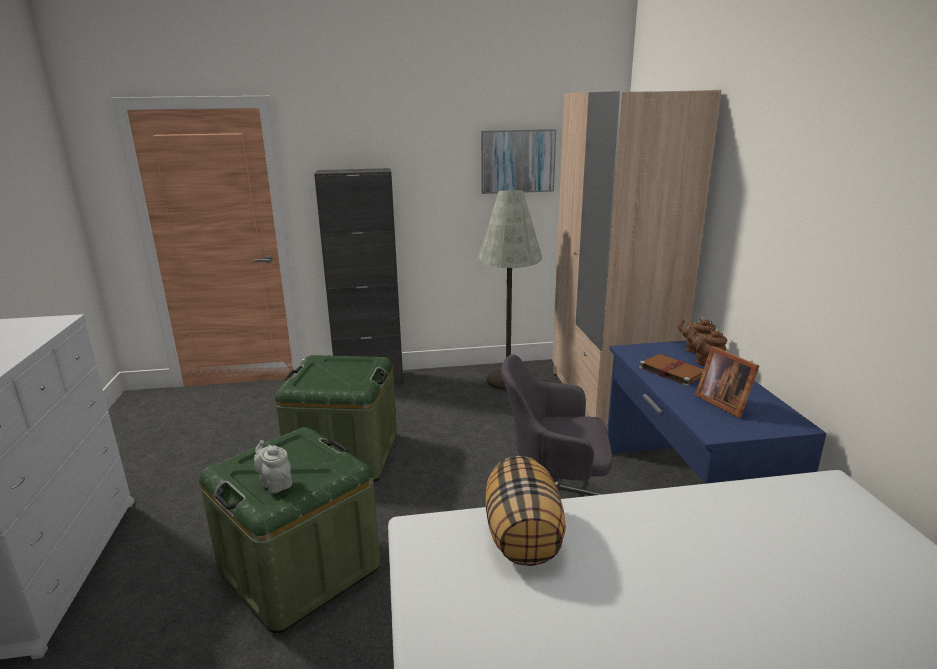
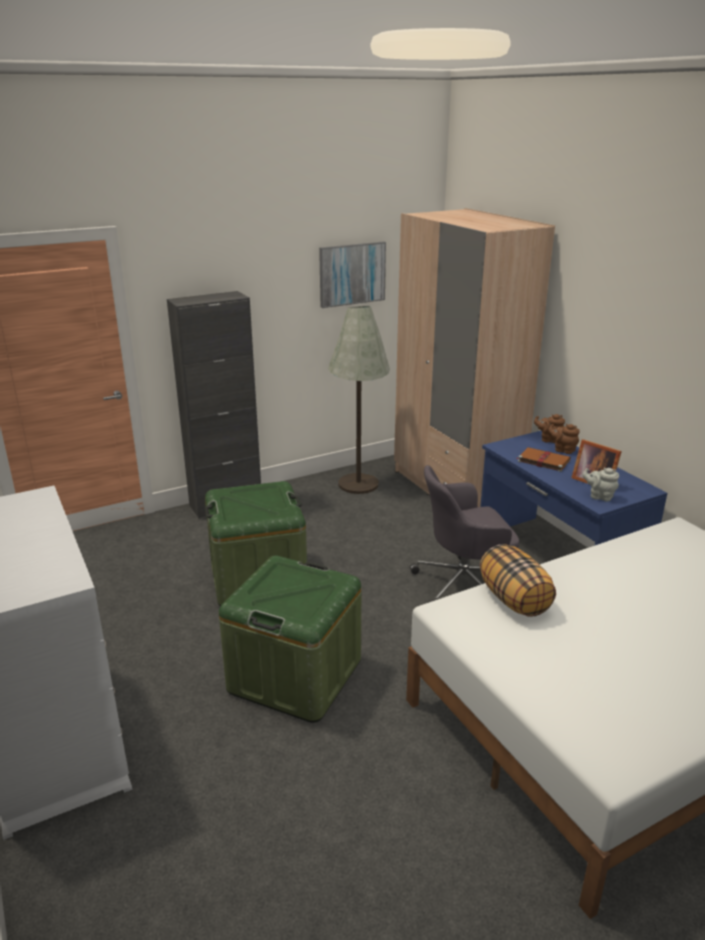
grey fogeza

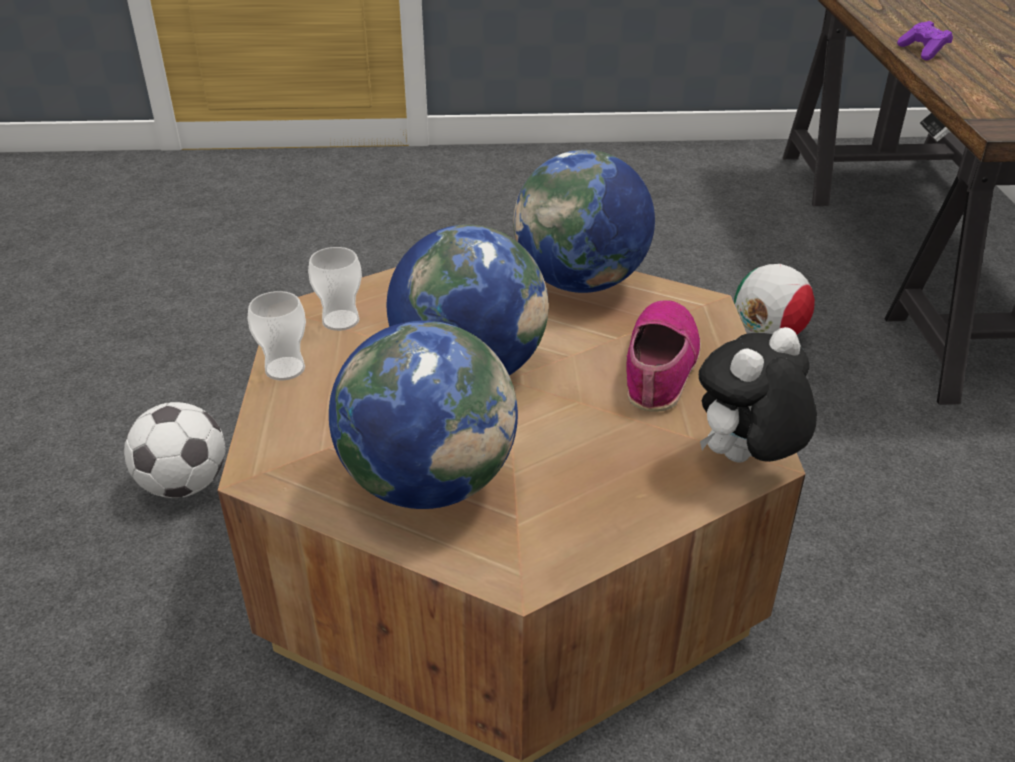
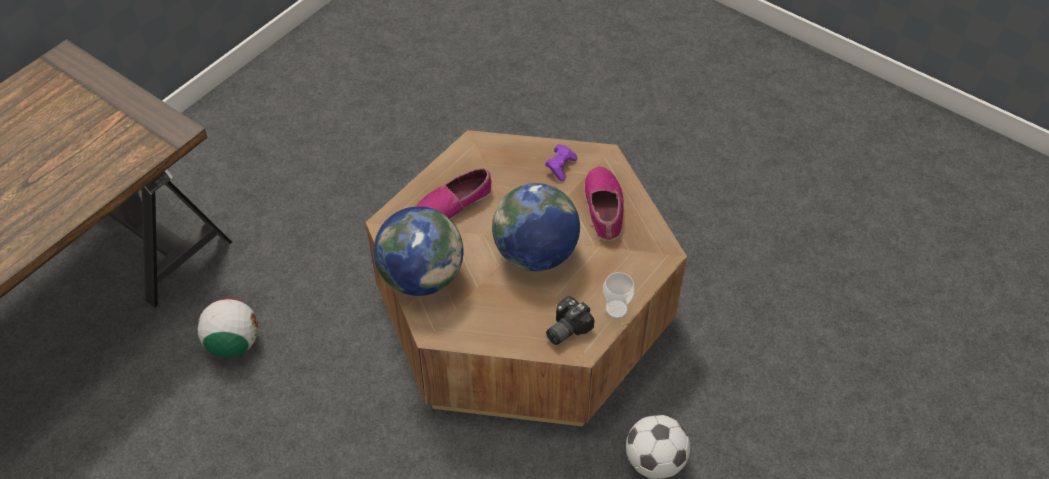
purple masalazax; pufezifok; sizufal (2nd from left); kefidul

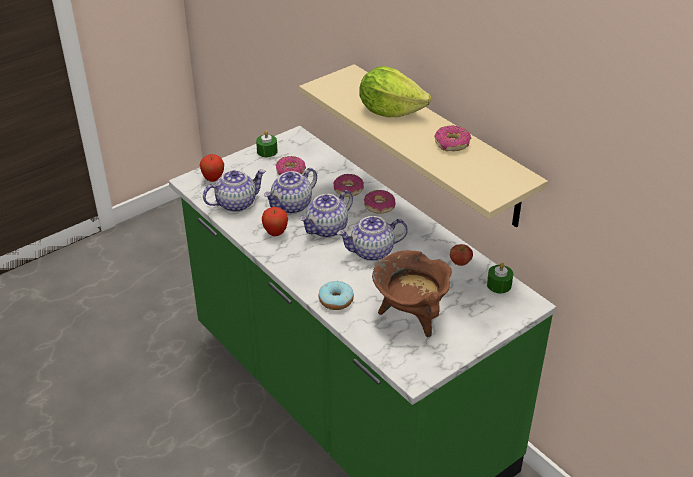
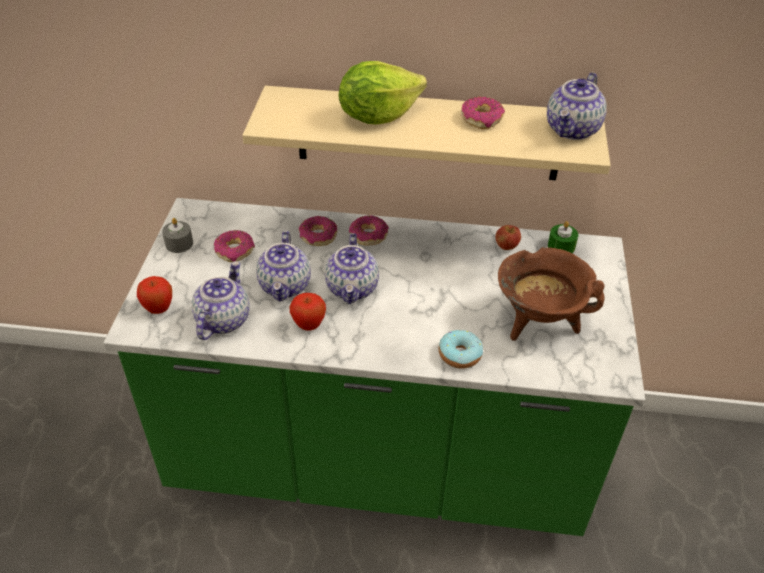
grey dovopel; fogeza (4th from left)

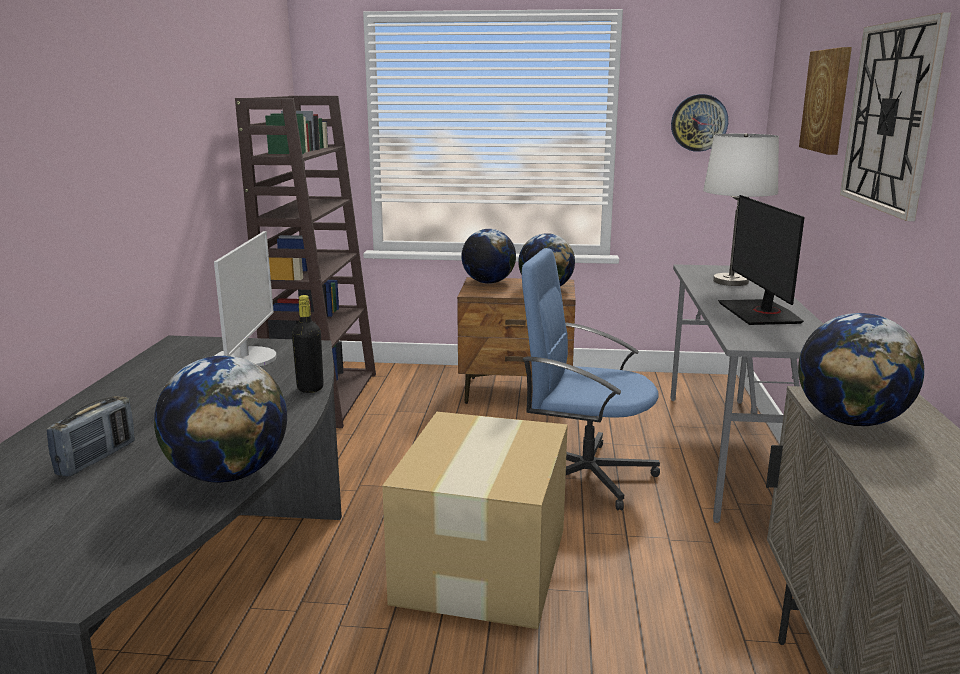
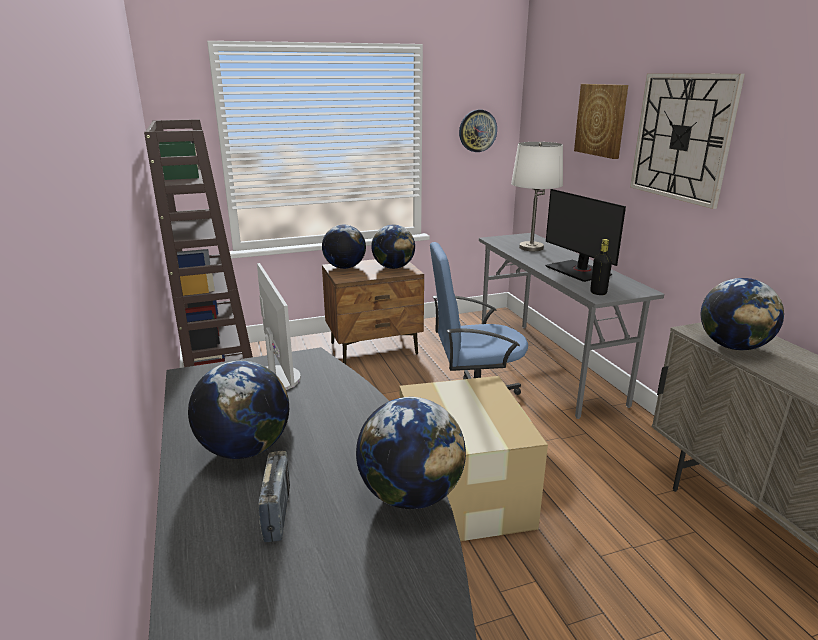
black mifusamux; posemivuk (1st from left)

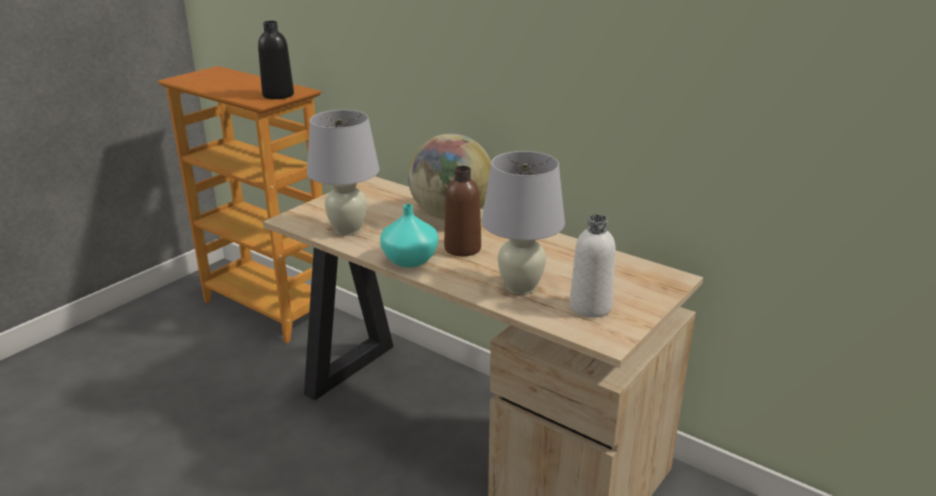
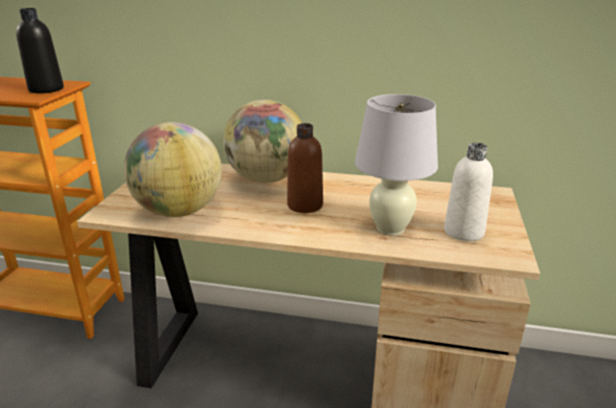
posemivuk (1st from left); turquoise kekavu

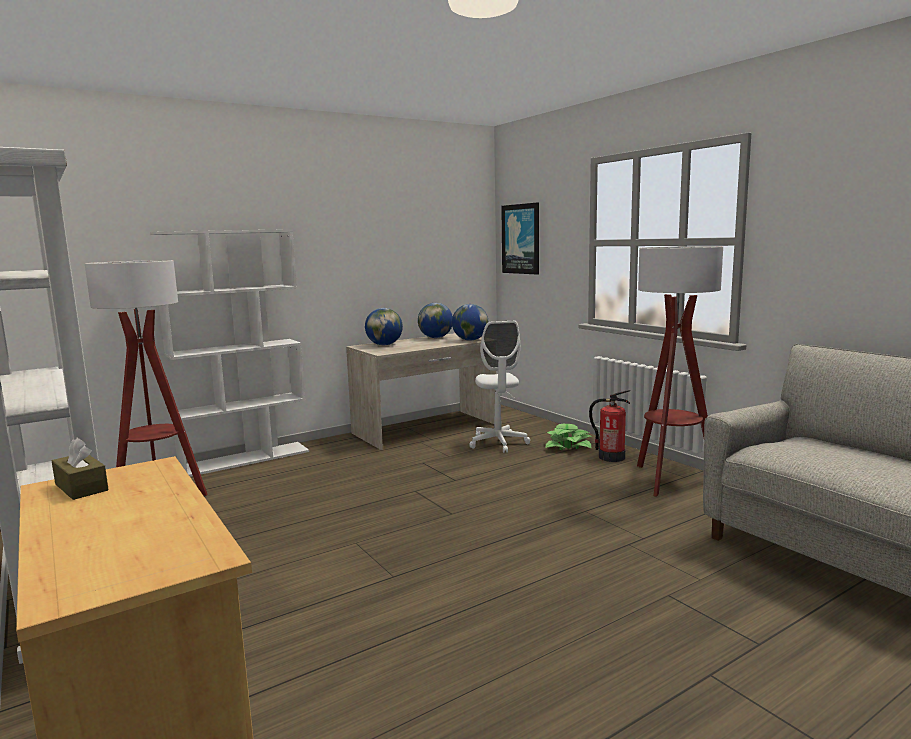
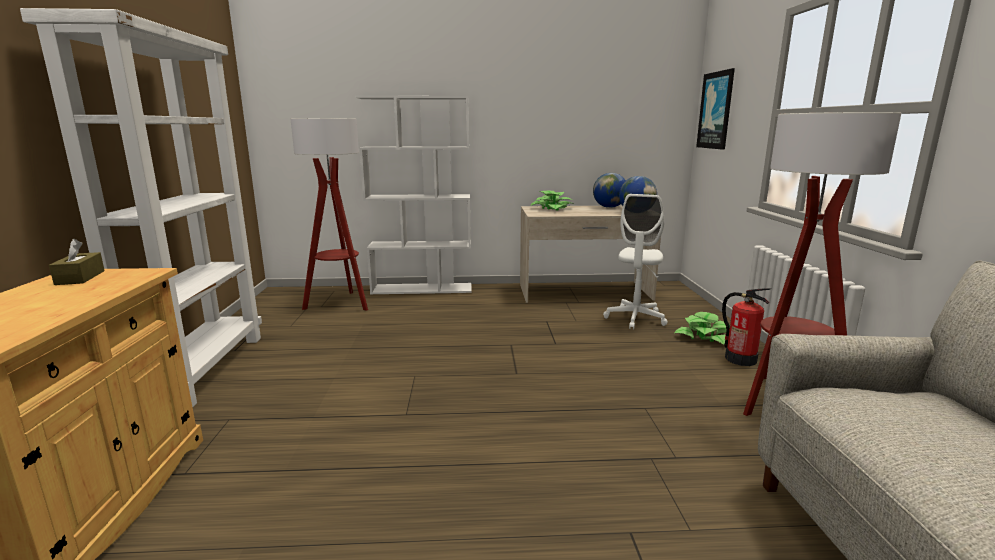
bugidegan (1st from left)

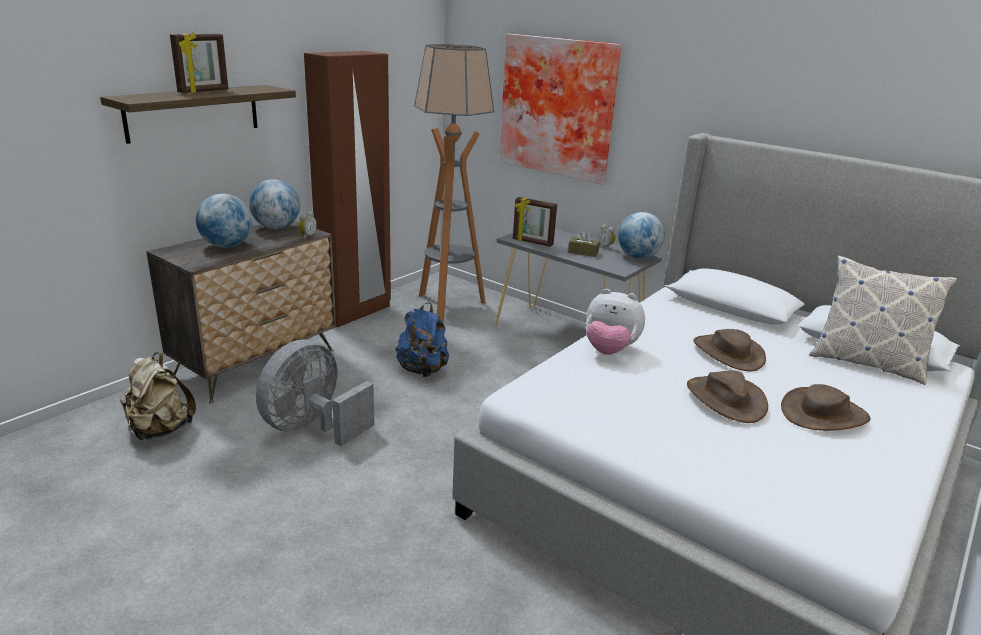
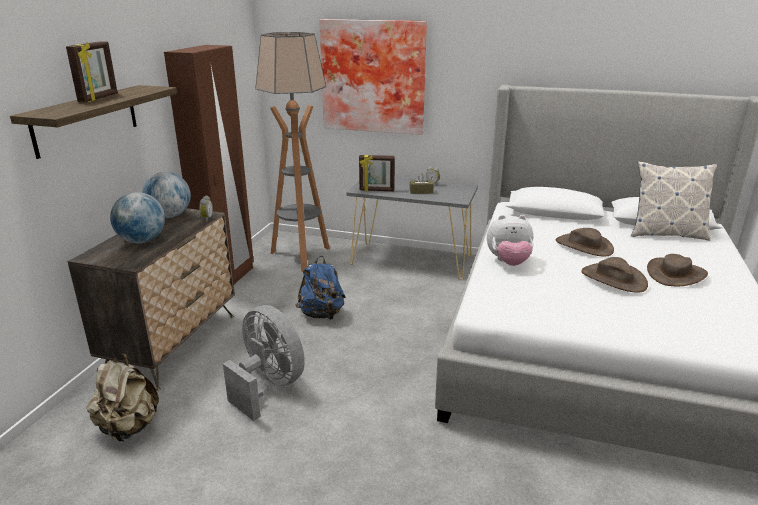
posemivuk (3rd from left in the first image); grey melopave

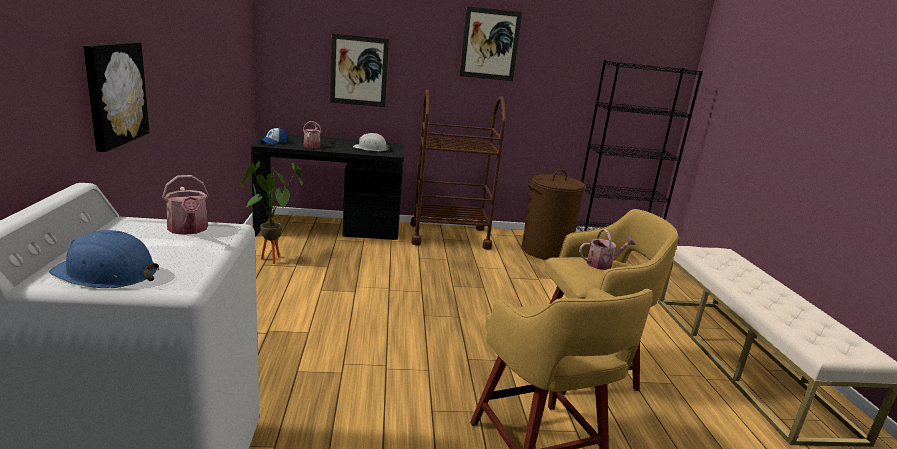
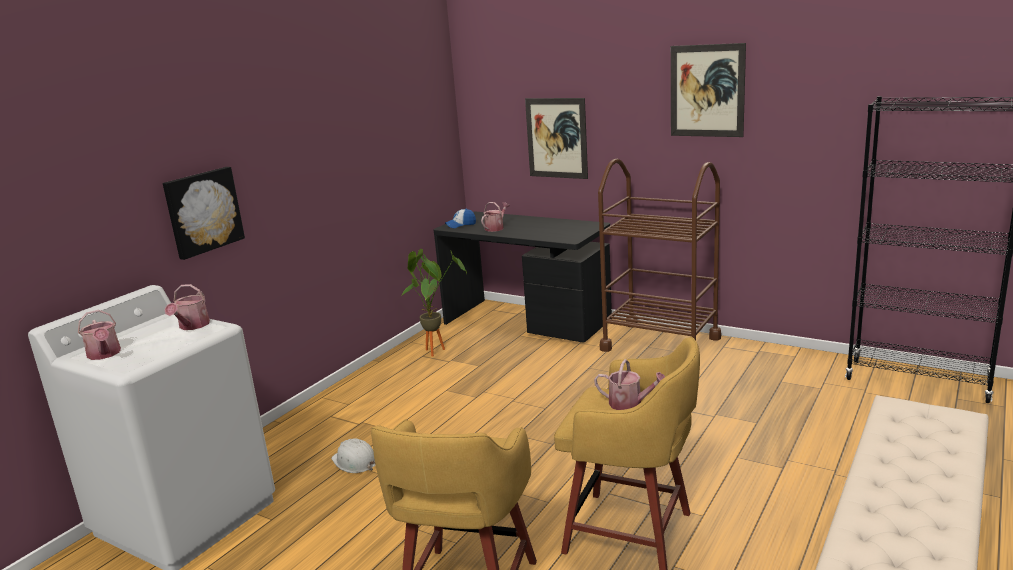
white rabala; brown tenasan; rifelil (1st from left)

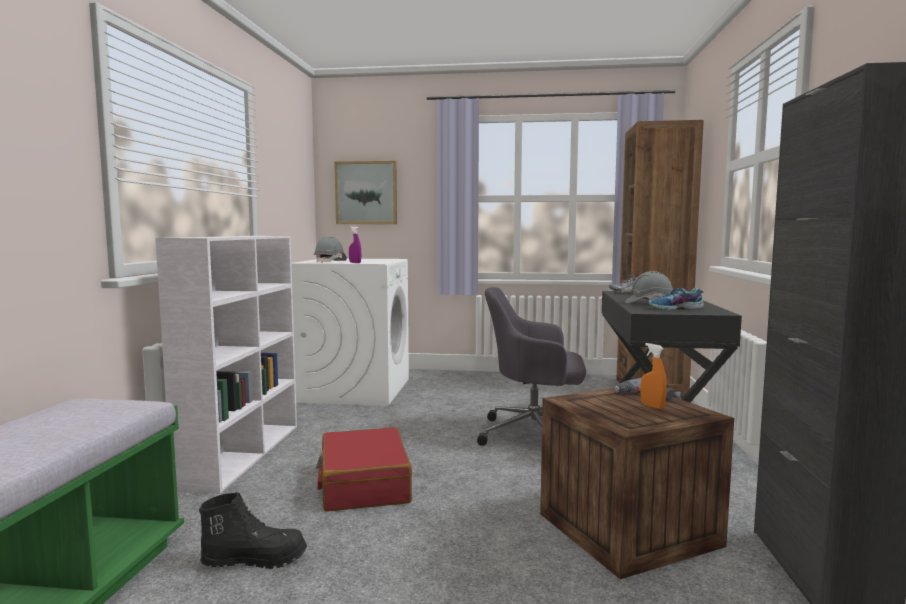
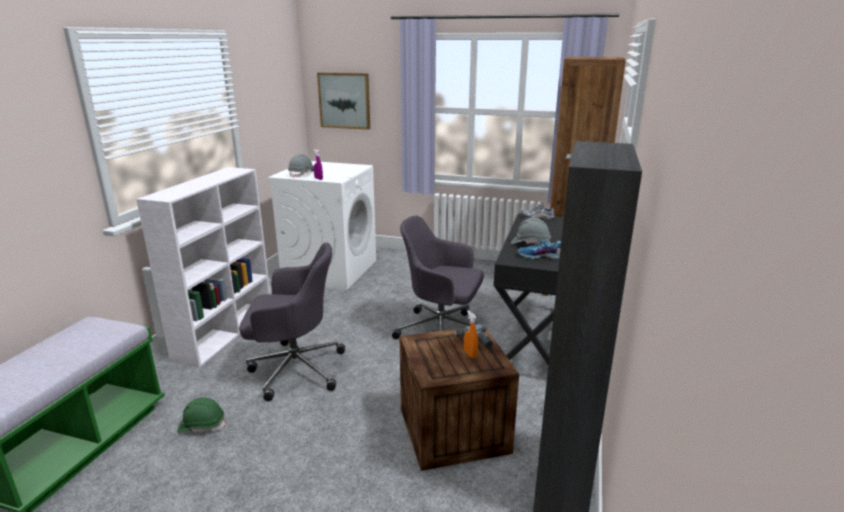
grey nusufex (1st from left); green rabala

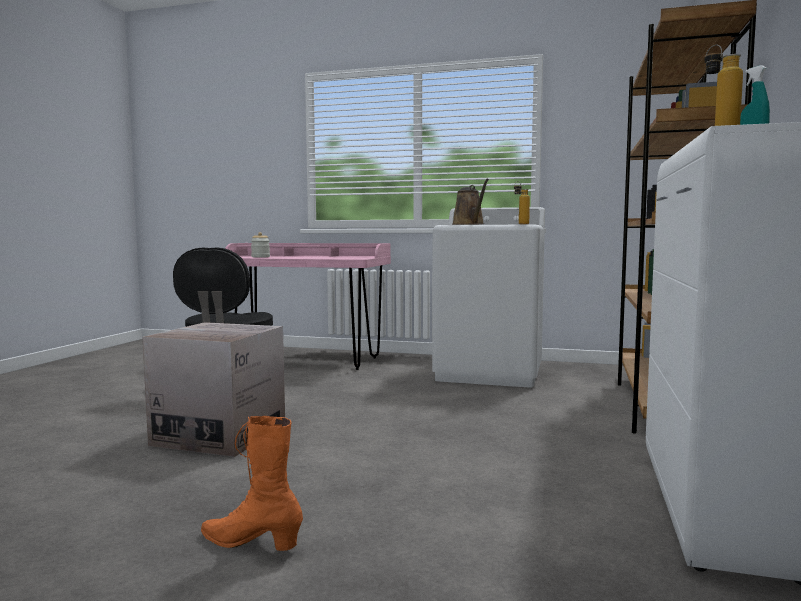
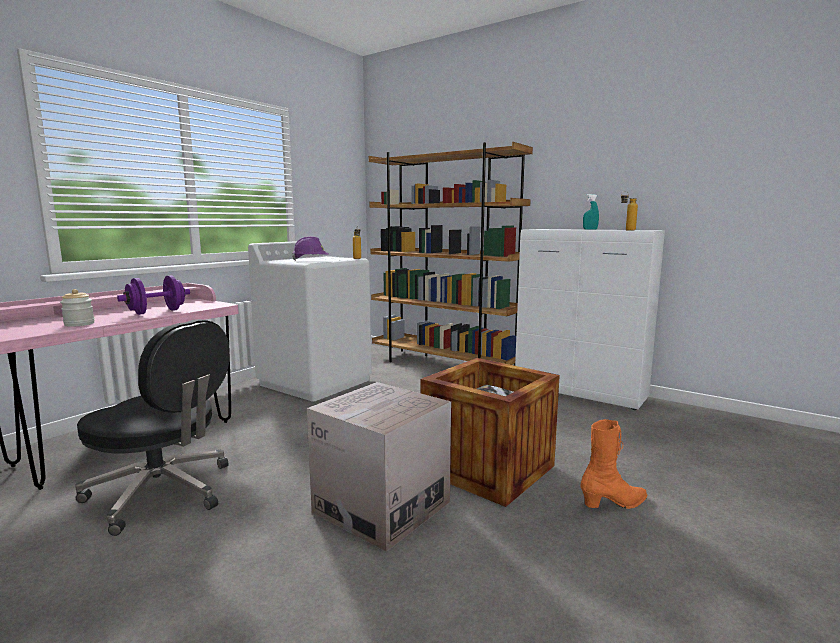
purple rabala; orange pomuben; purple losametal; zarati

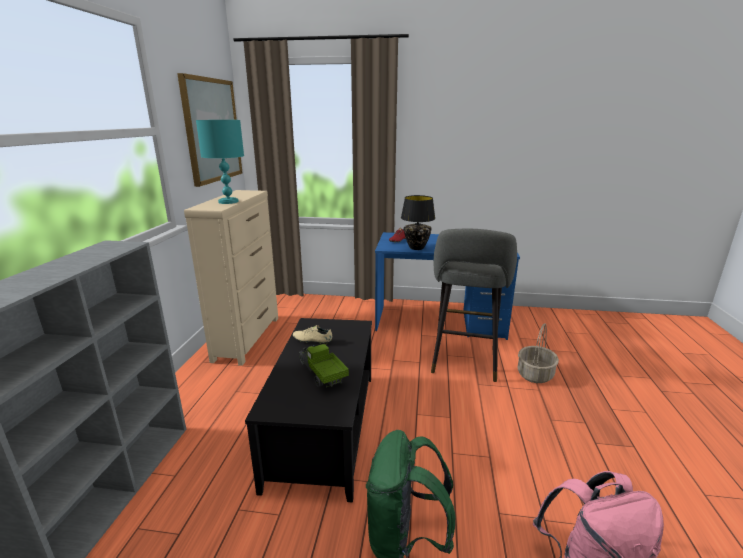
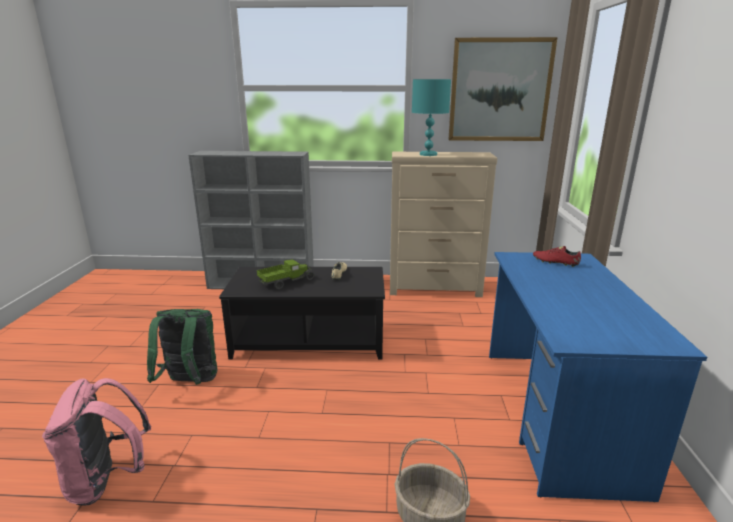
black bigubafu; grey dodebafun

